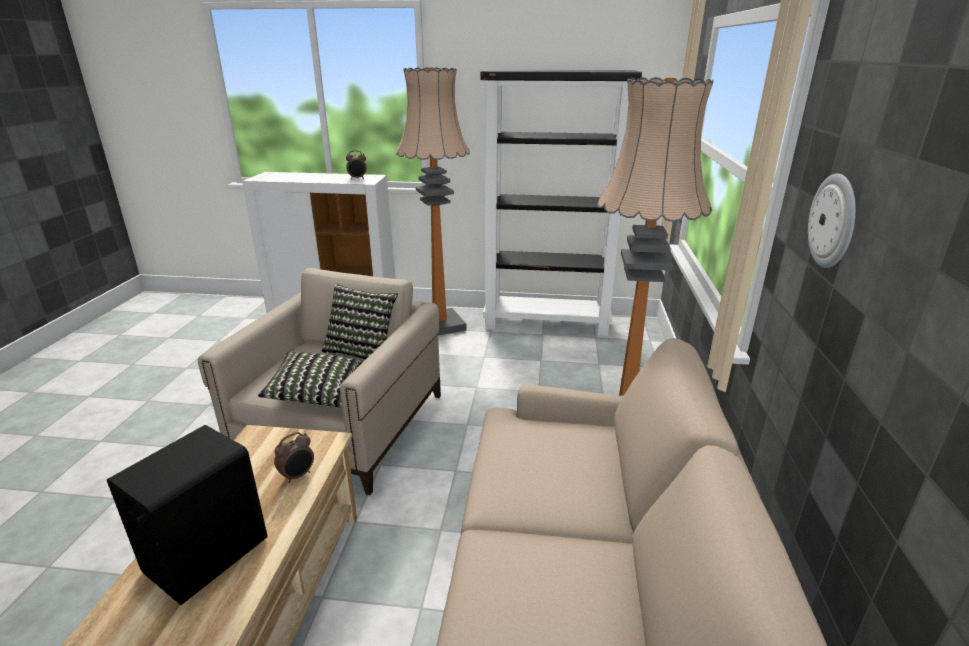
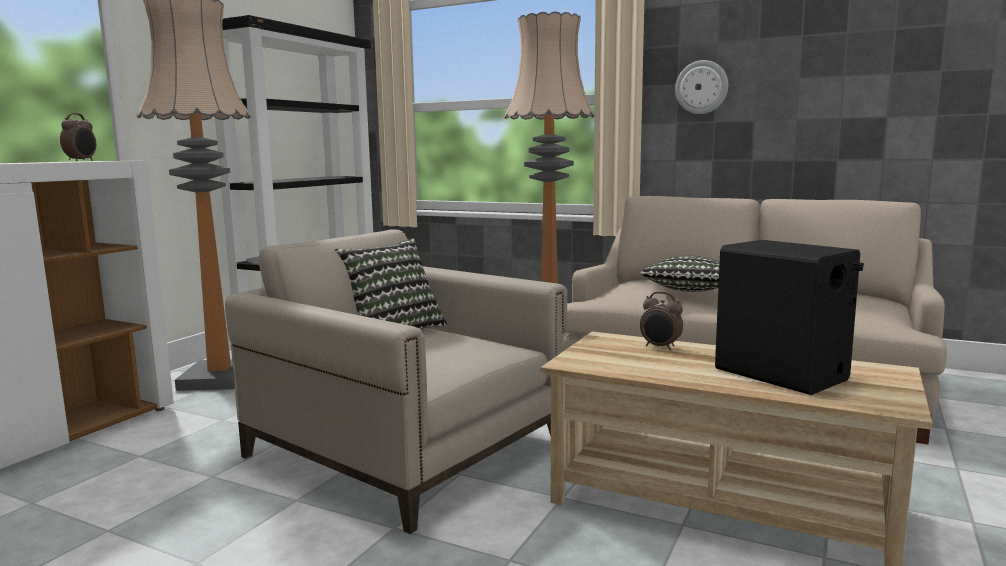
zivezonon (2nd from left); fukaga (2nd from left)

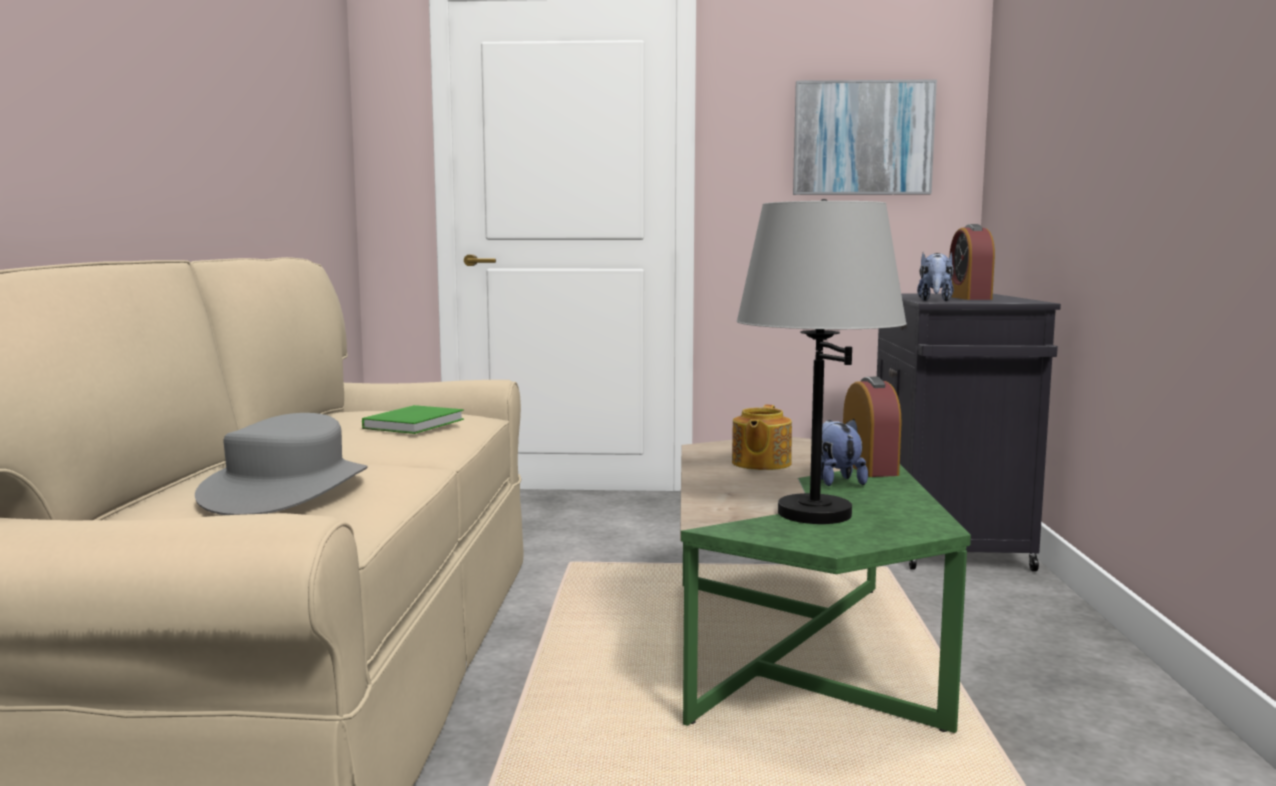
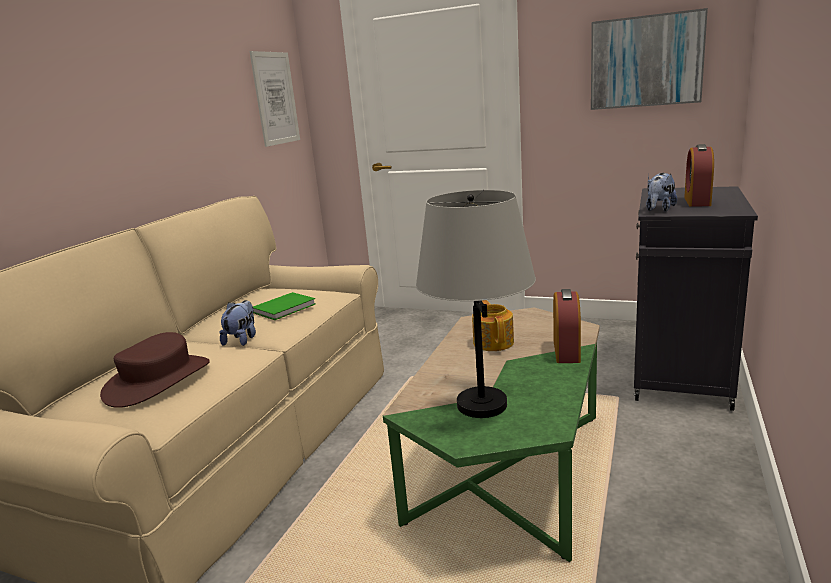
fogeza; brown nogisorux; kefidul (1st from left); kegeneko (1st from left)

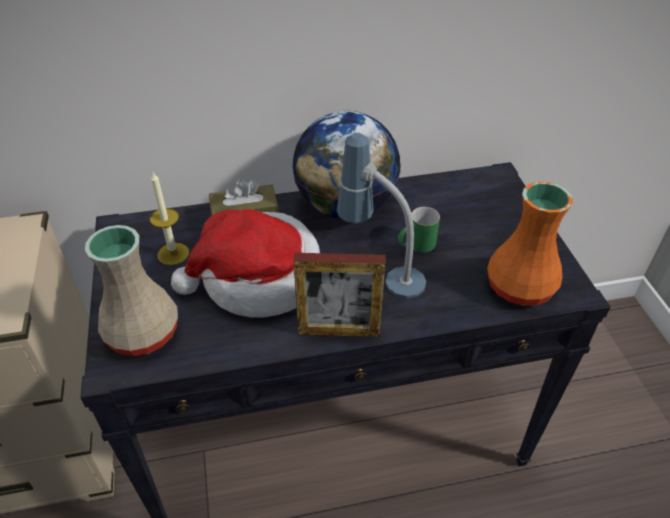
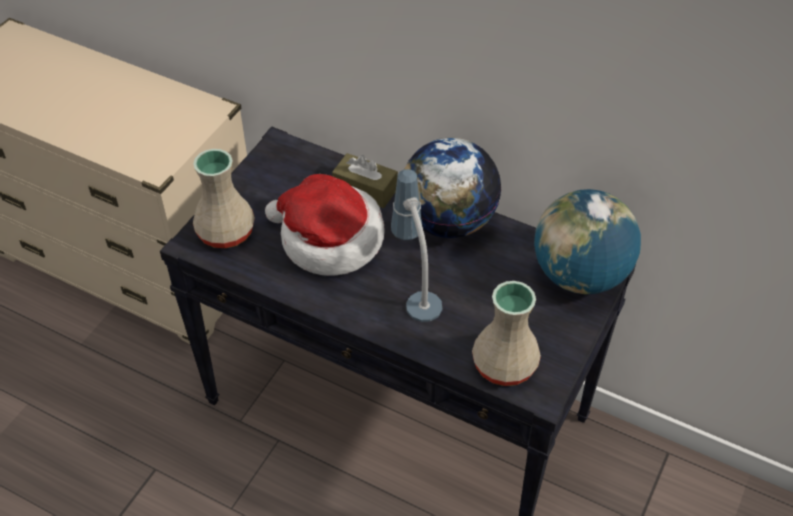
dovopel; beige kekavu (2nd from left); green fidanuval; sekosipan; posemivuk (2nd from left)

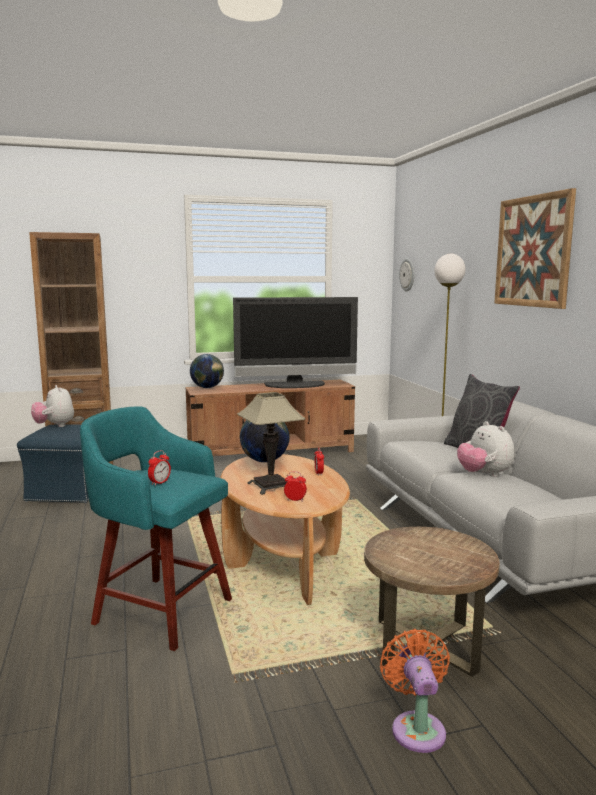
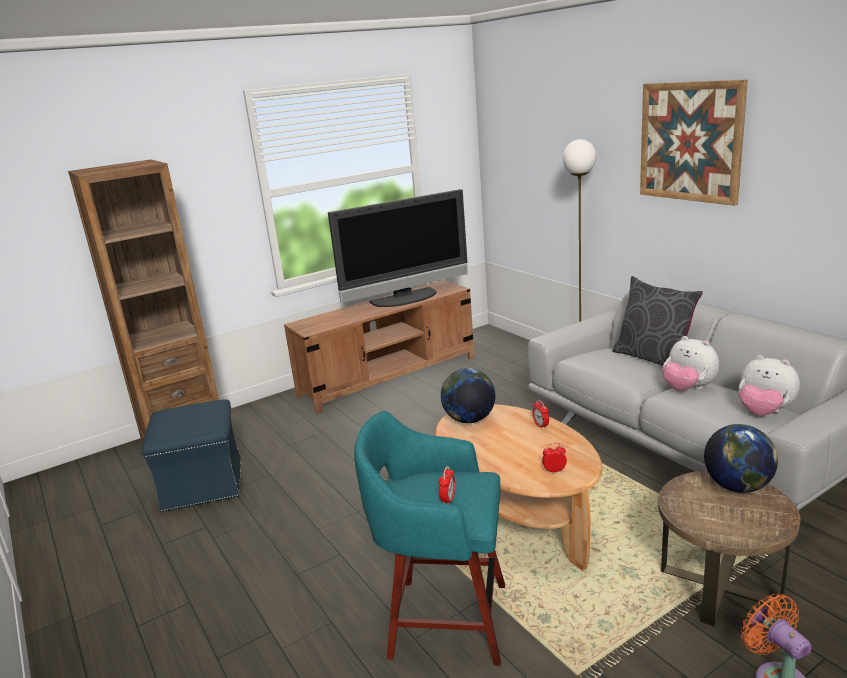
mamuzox; posemivuk (2nd from left); kefidul (2nd from left); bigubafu

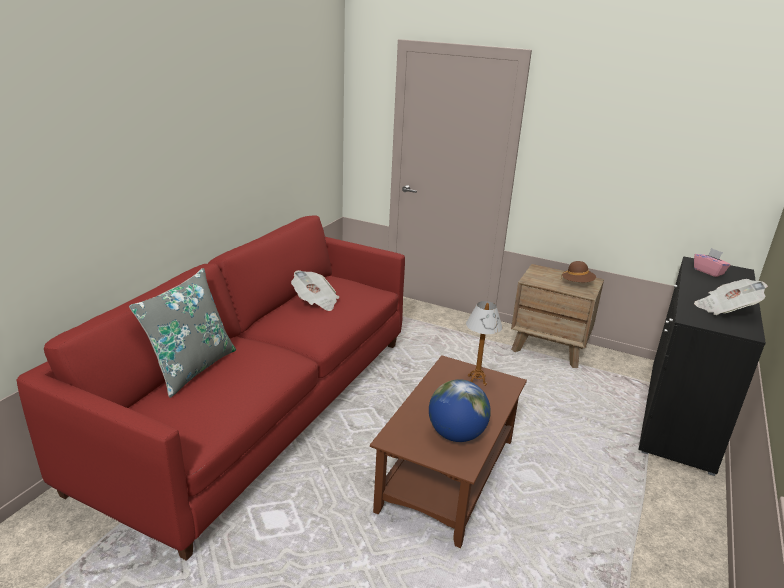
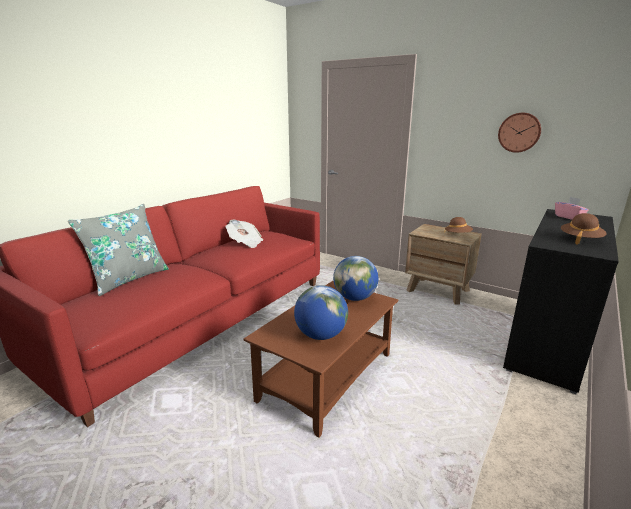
brown nogisorux (2nd from left); posemivuk (2nd from left); mamuzox

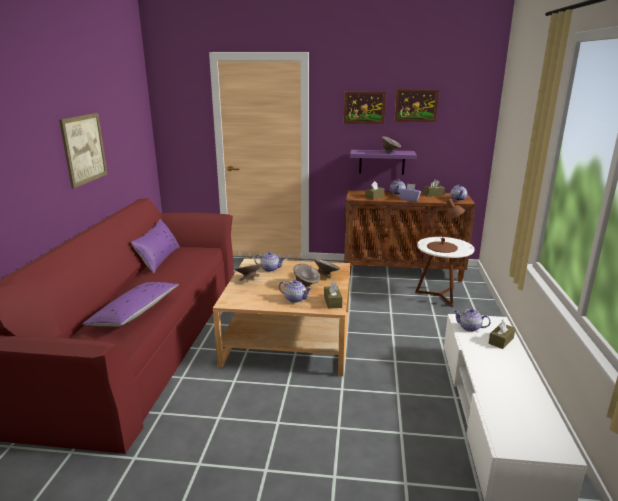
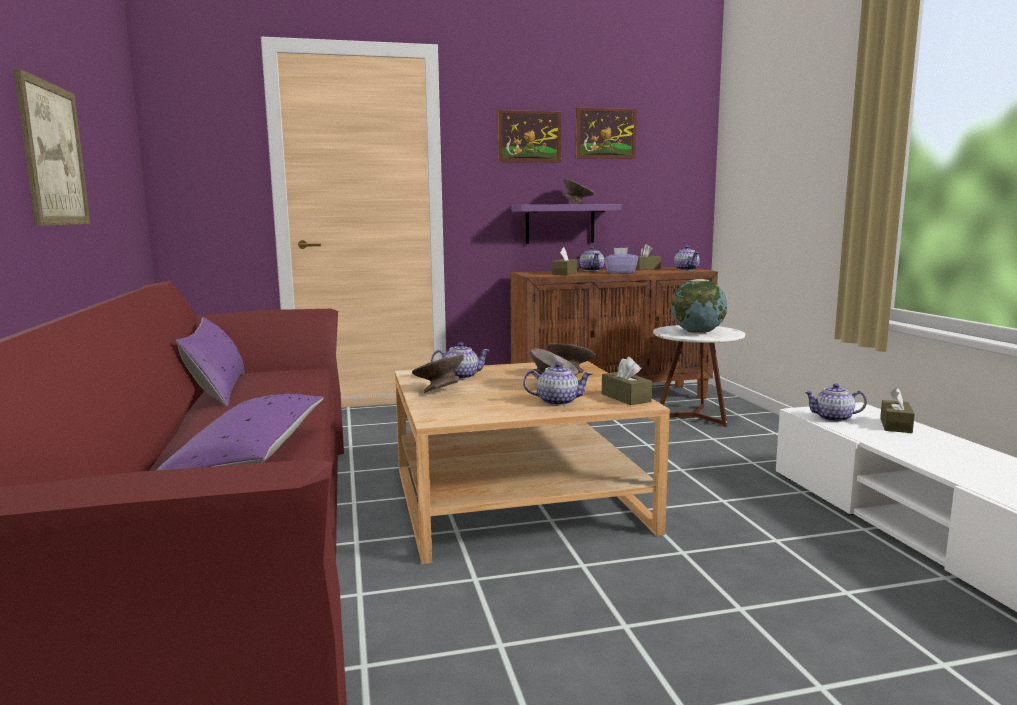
posemivuk

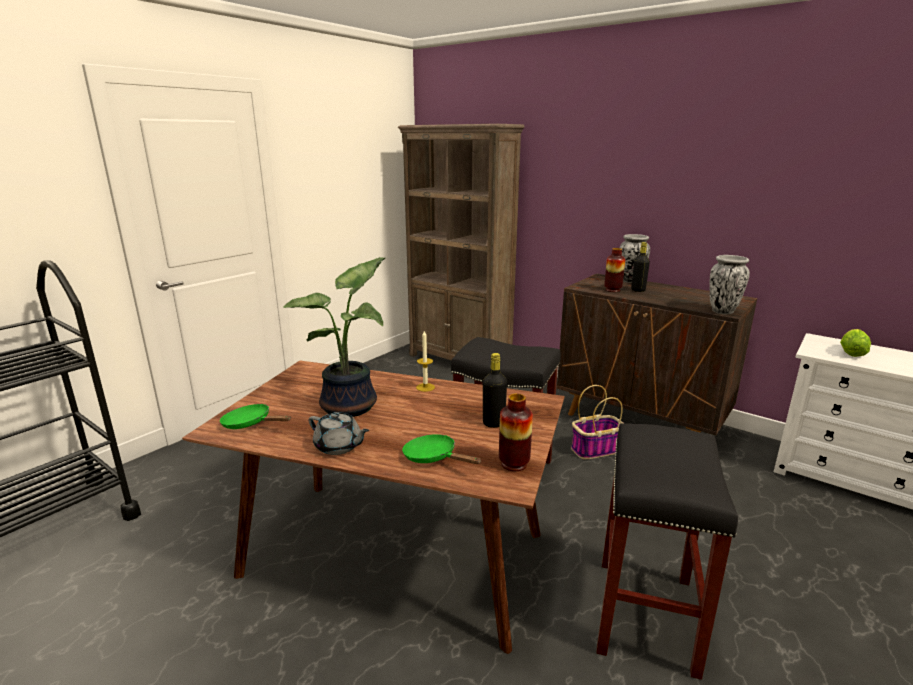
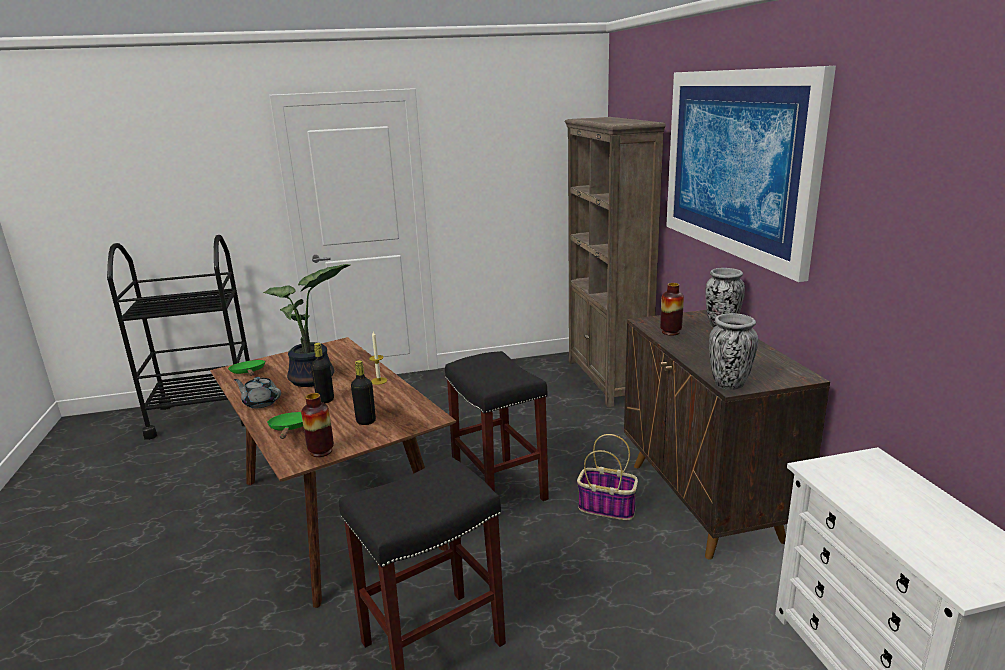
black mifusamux (1st from left); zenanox; grey fogeza; kegeneko

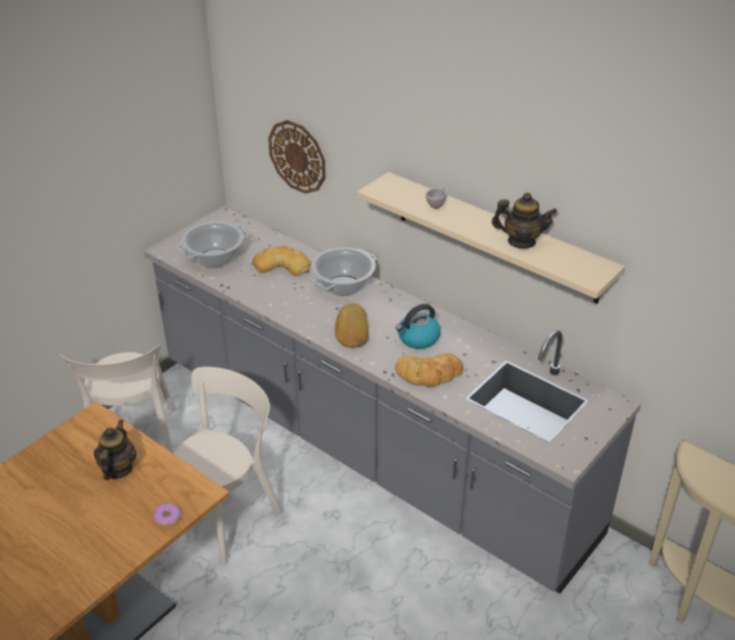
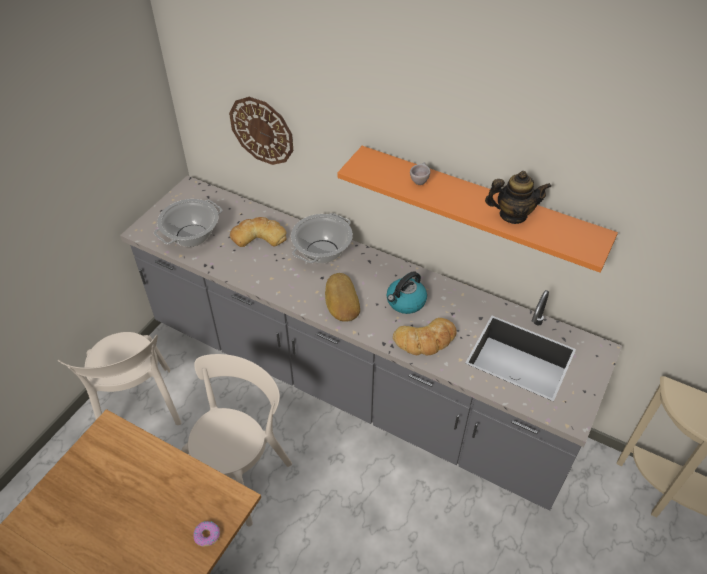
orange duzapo; fogeza (1st from left in the first image)

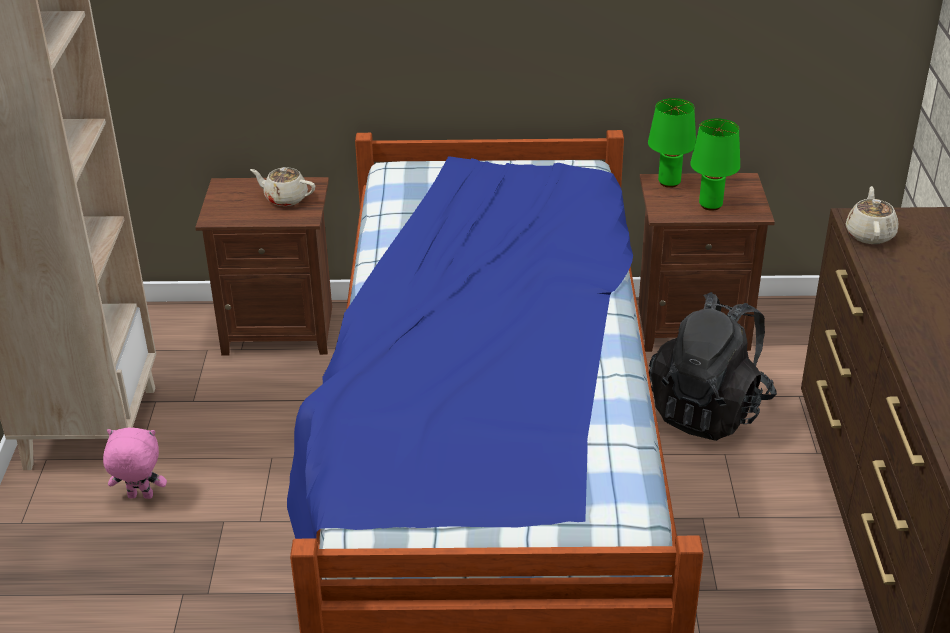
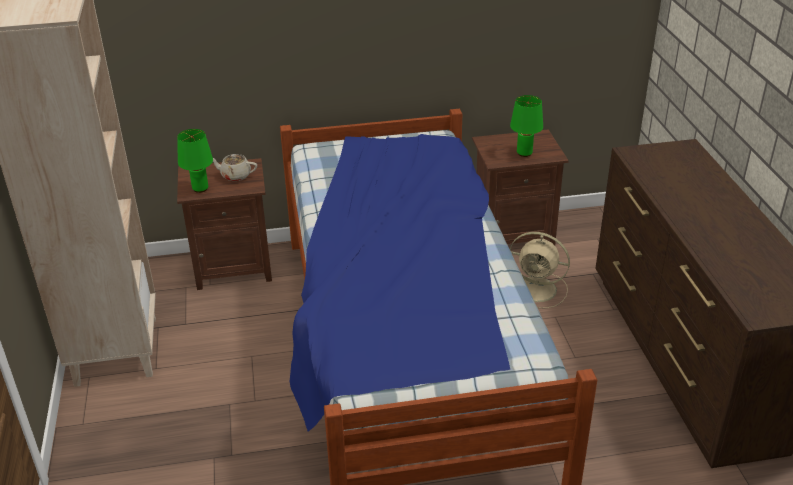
green bigubafu (1st from left); beige fogeza (2nd from left in the first image); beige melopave; pink kefidul

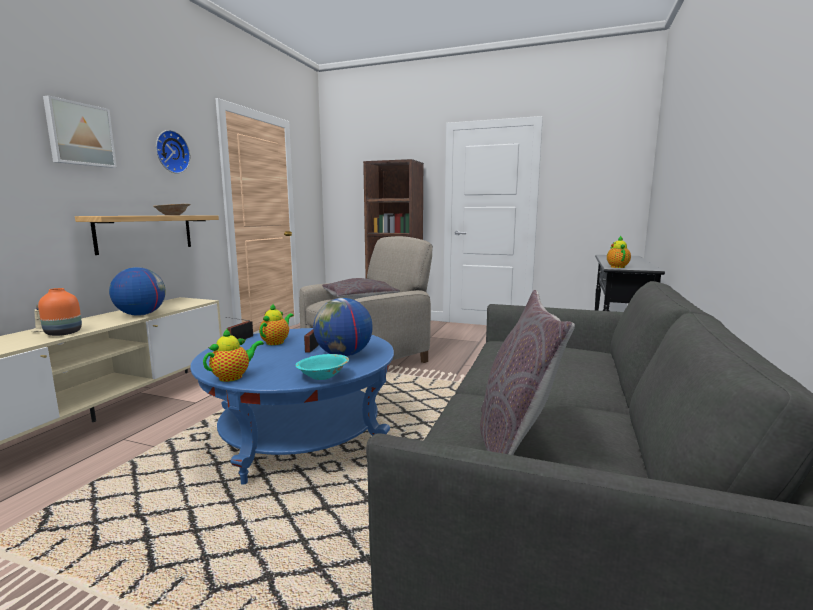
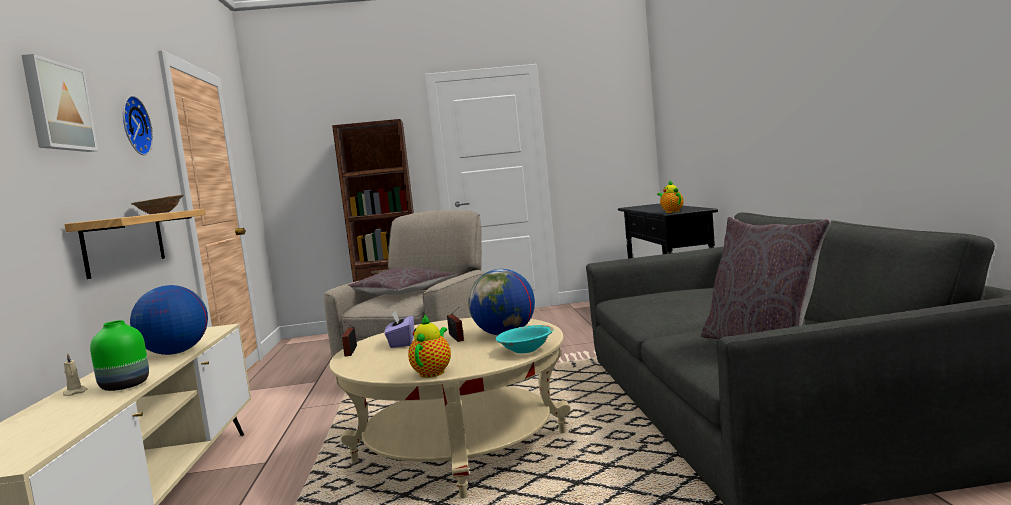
green kekavu; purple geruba; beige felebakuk

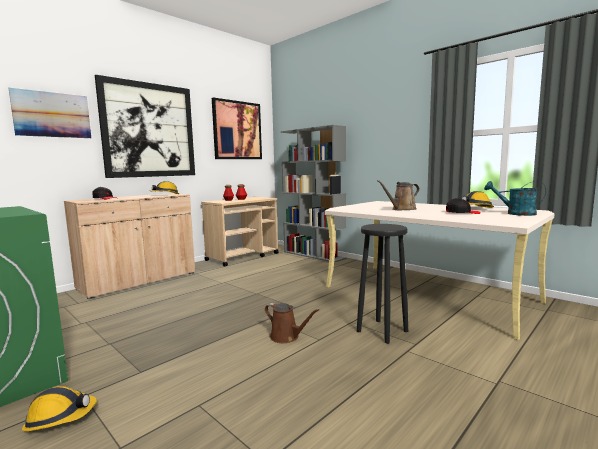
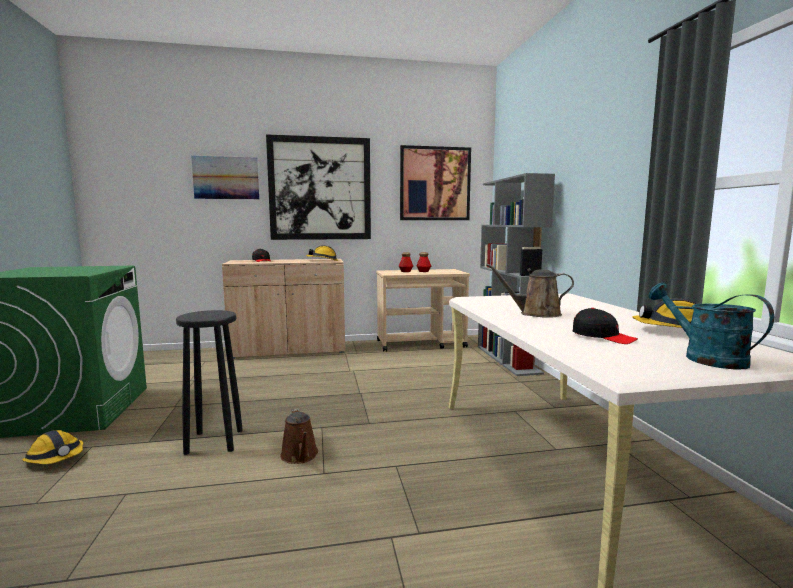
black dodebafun

